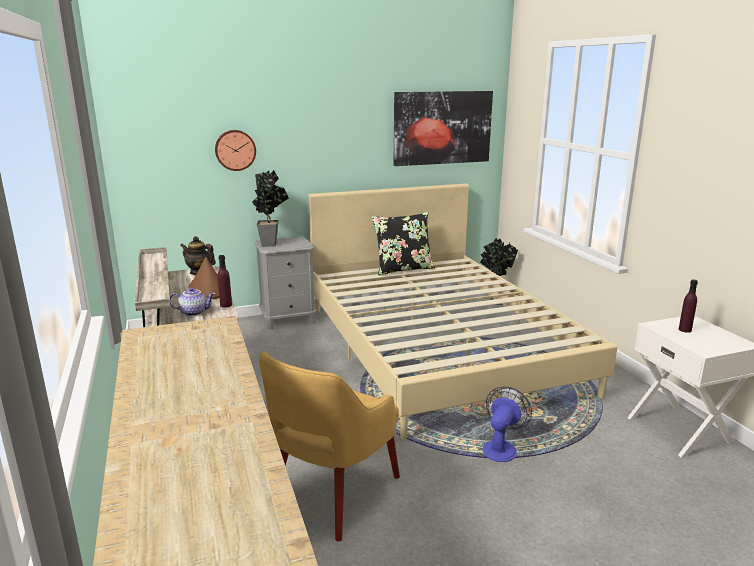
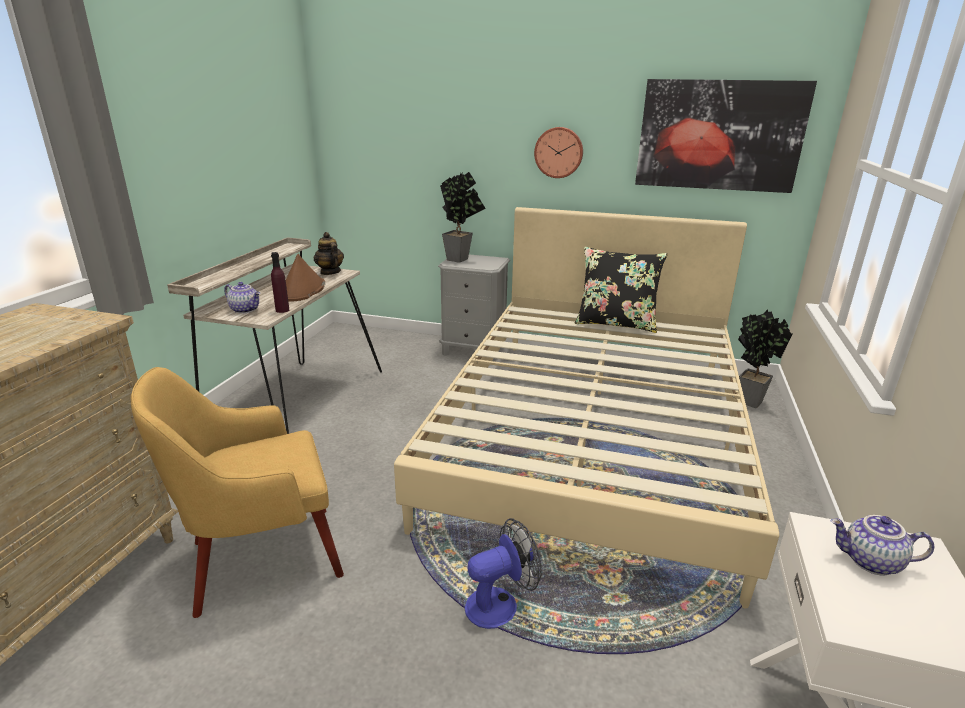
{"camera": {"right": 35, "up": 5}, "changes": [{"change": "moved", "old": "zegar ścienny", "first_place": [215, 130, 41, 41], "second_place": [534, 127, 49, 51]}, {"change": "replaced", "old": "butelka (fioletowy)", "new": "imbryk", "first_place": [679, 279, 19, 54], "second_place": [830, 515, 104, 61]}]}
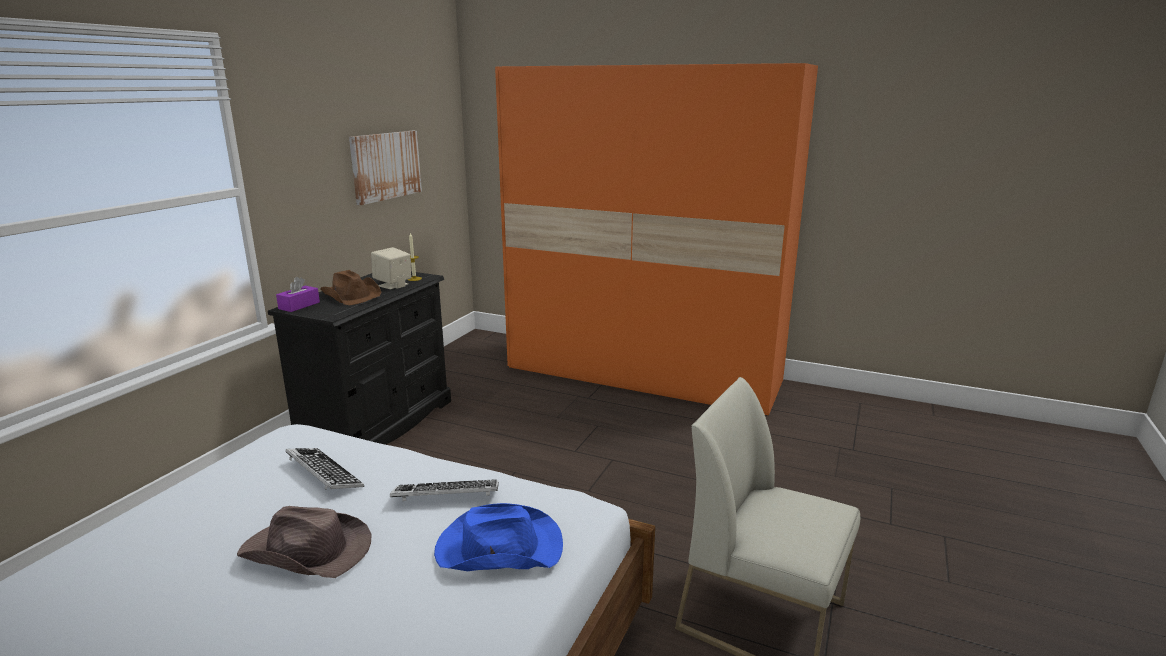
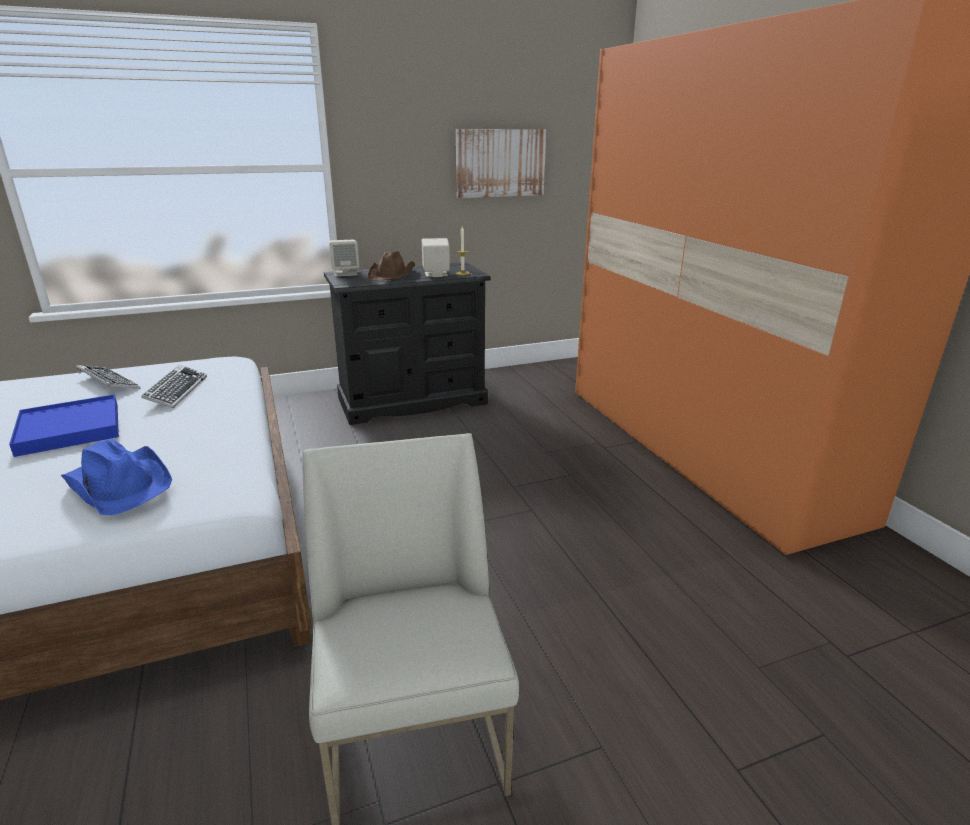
{"camera": {"right": 45, "up": 5}, "changes": [{"change": "replaced", "old": "pudełko chusteczek (fioletowy)", "new": "głośnik (beżowy)", "first_place": [276, 277, 44, 35], "second_place": [329, 240, 31, 36]}, {"change": "moved", "old": "klawiatura", "first_place": [390, 479, 109, 22], "second_place": [76, 365, 65, 24]}, {"change": "replaced", "old": "kapelusz (brązowy)", "new": "taca (niebieski)", "first_place": [237, 506, 135, 72], "second_place": [9, 394, 110, 63]}]}
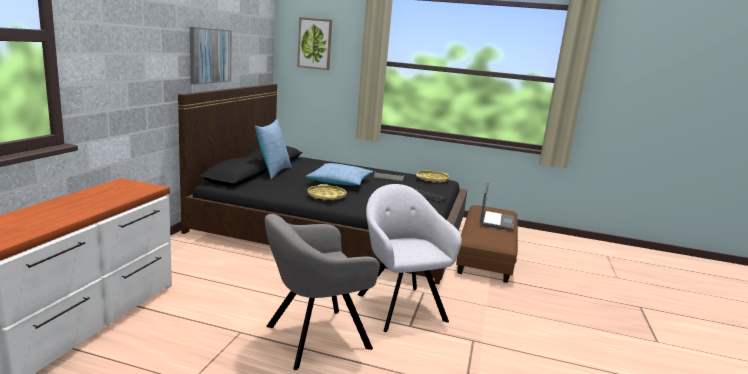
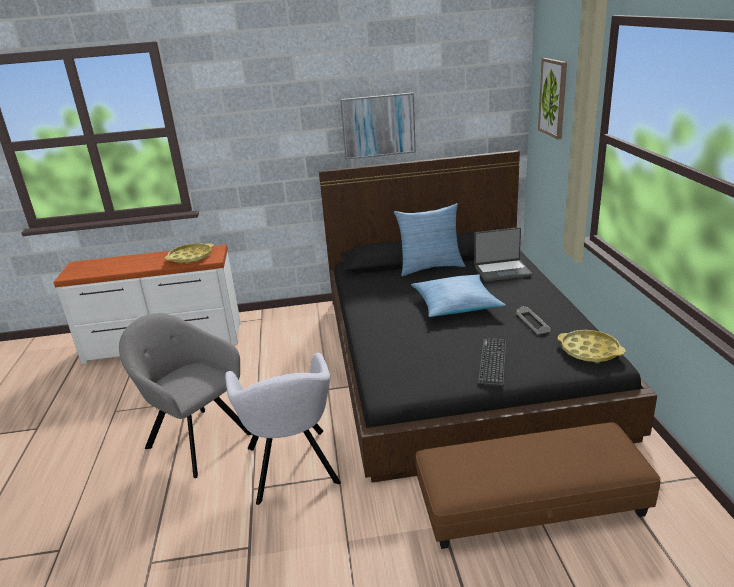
{"camera": {"right": 70, "up": 10}, "changes": [{"change": "moved", "old": "laptop", "first_place": [480, 183, 34, 48], "second_place": [474, 227, 58, 55]}, {"change": "moved", "old": "taca (żółty)", "first_place": [308, 184, 39, 16], "second_place": [165, 243, 49, 20]}, {"change": "turned", "old": "fotel (szary)", "first_place": [357, 184, 105, 148], "second_place": [225, 353, 116, 152], "degrees": 120}]}
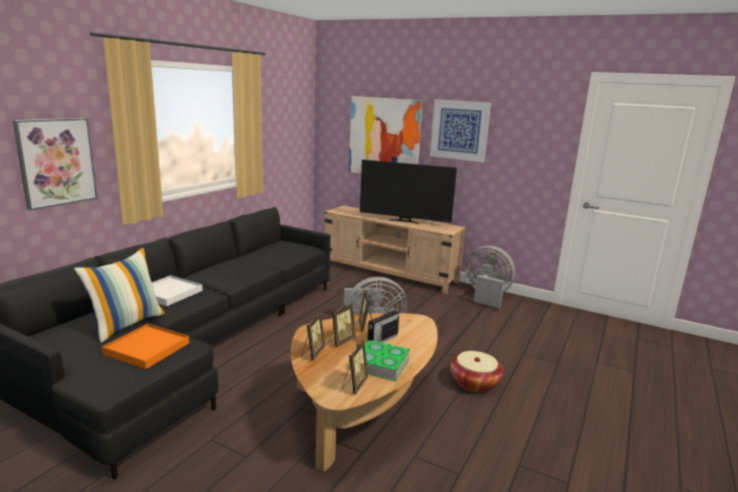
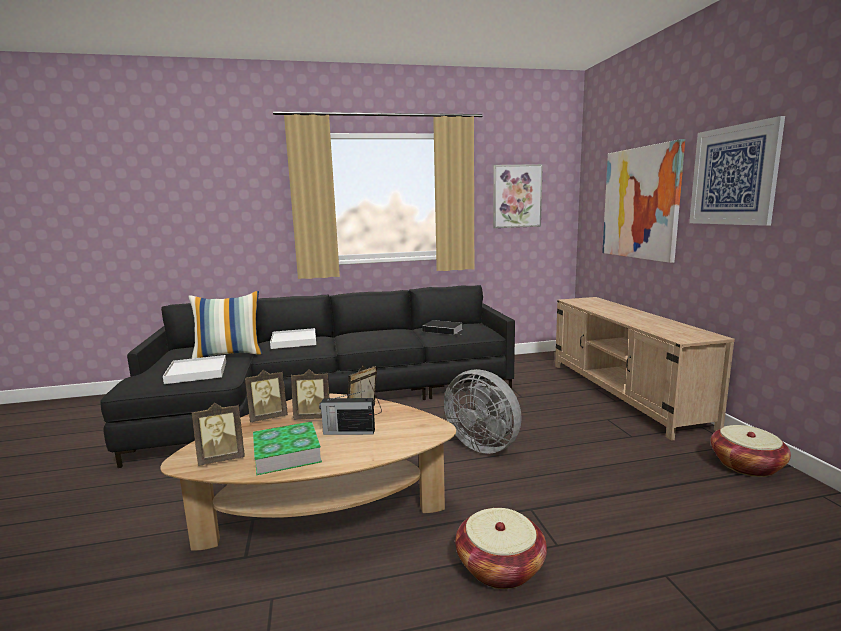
{"camera": {"right": 50, "up": -5}, "changes": [{"change": "moved", "old": "obraz", "first_place": [13, 118, 85, 92], "second_place": [493, 164, 50, 64]}, {"change": "removed", "old": "telewizor", "first_place": [360, 160, 97, 64]}, {"change": "replaced", "old": "wentylator (szary)", "new": "koszyk", "first_place": [465, 245, 50, 63], "second_place": [711, 425, 80, 52]}, {"change": "recoloured", "old": "taca (pomarańczowy)", "new": "taca (biały)", "first_place": [102, 324, 87, 45], "second_place": [163, 355, 63, 29]}, {"change": "added", "new": "książka", "second_place": [422, 320, 40, 15]}]}
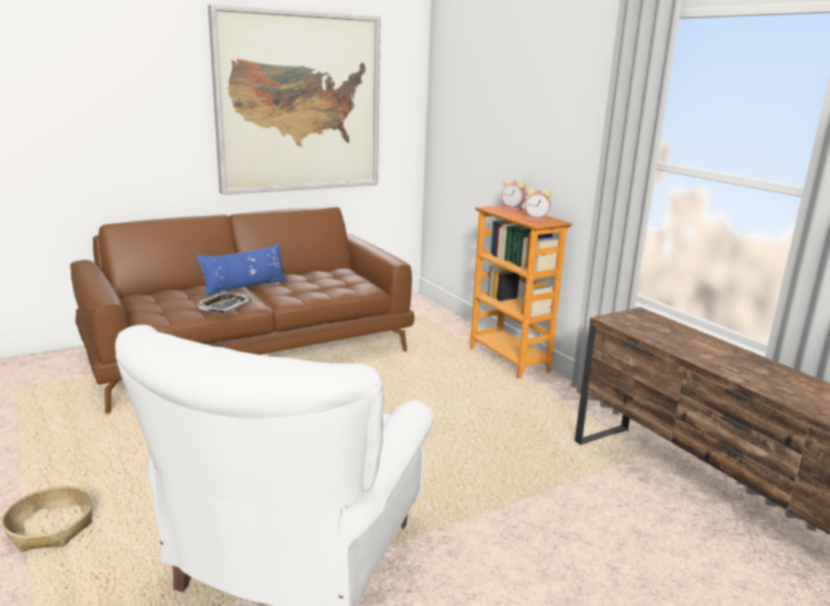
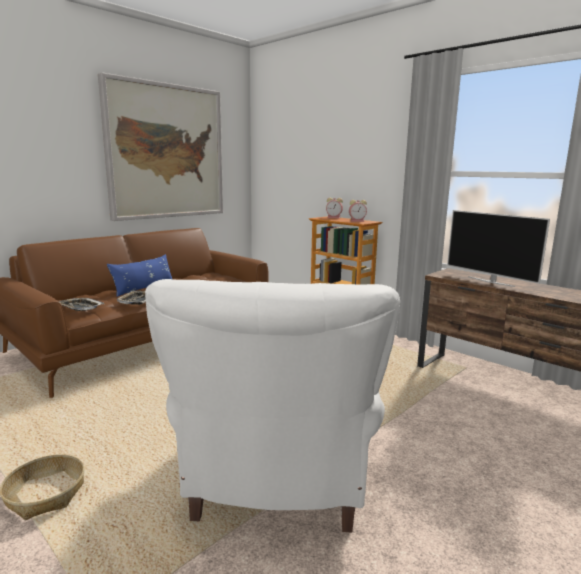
{"camera": {"right": -15, "up": -5}, "changes": [{"change": "added", "new": "telewizor", "second_place": [447, 210, 103, 77]}, {"change": "added", "new": "taca", "second_place": [59, 298, 45, 13]}]}
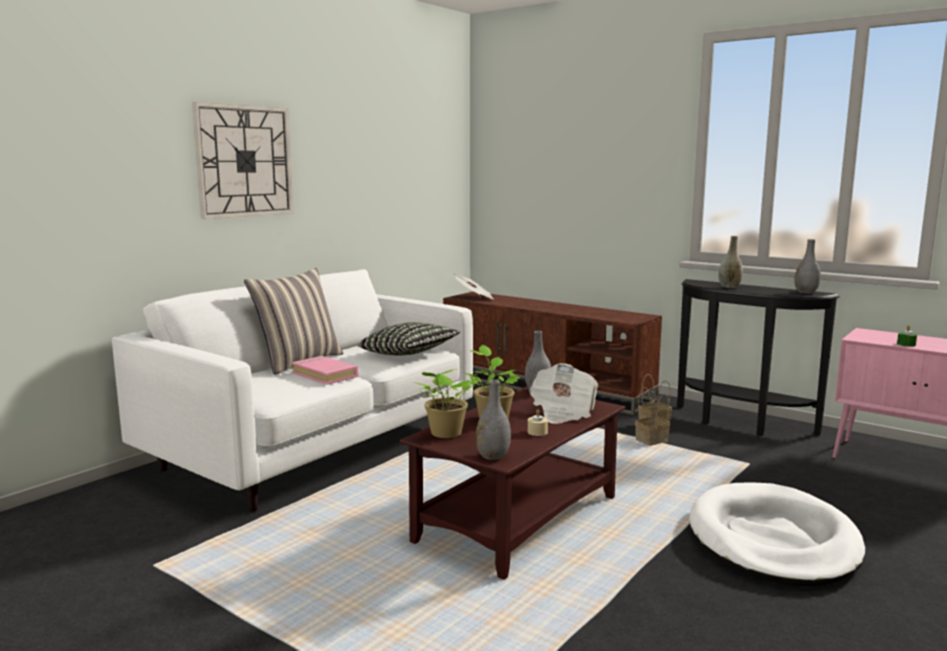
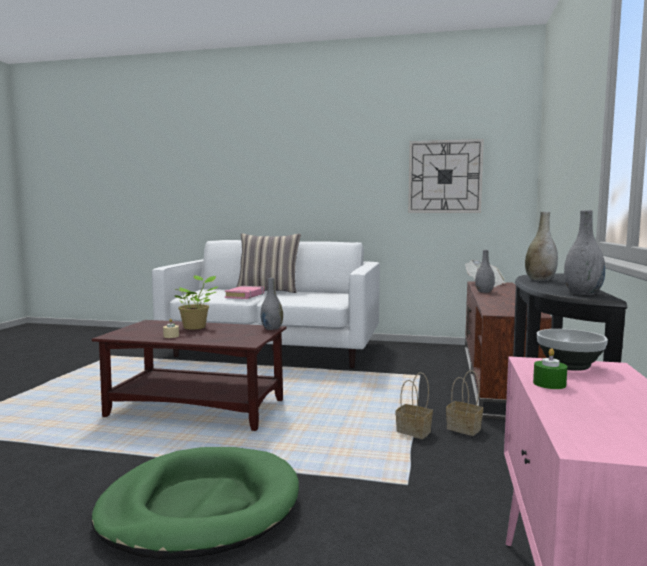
{"camera": {"right": 65, "up": -5}, "changes": [{"change": "moved", "old": "zegar ścienny", "first_place": [192, 102, 101, 117], "second_place": [408, 139, 76, 74]}, {"change": "removed", "old": "poduszka", "first_place": [358, 323, 102, 32]}, {"change": "removed", "old": "gazeta", "first_place": [529, 363, 69, 61]}, {"change": "removed", "old": "roślina doniczkowa", "first_place": [414, 369, 64, 69]}, {"change": "moved", "old": "wazon (szary)", "first_place": [476, 380, 35, 80], "second_place": [475, 250, 20, 43]}, {"change": "recoloured", "old": "legowisko (biały)", "new": "legowisko (zielony)", "first_place": [689, 483, 176, 103], "second_place": [91, 447, 208, 112]}, {"change": "added", "new": "miska", "second_place": [537, 329, 71, 42]}]}
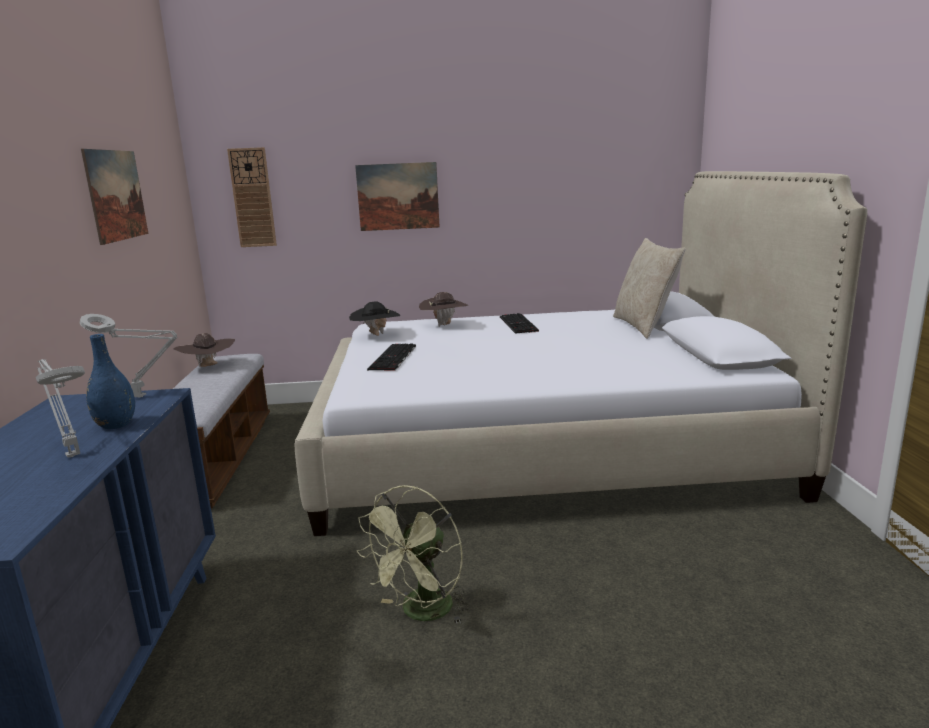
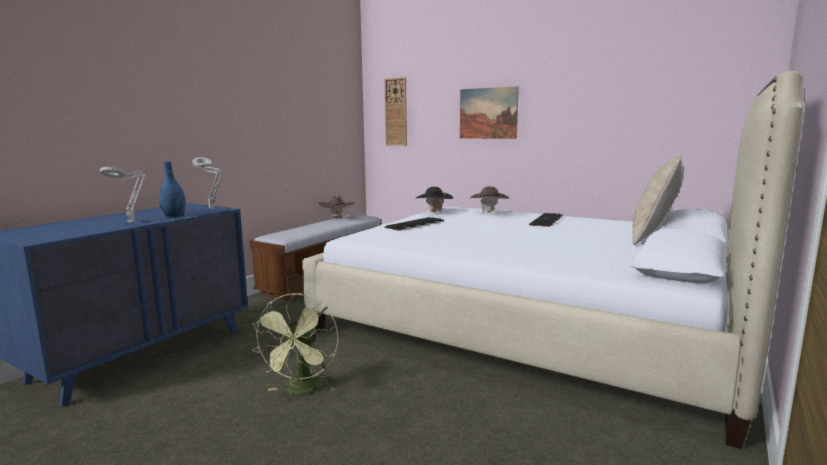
{"camera": {"right": 35, "up": -5}, "changes": [{"change": "removed", "old": "obraz", "first_place": [81, 149, 67, 96]}, {"change": "turned", "old": "wentylator (zielony)", "first_place": [357, 485, 113, 139], "second_place": [252, 293, 86, 102], "degrees": -60}]}
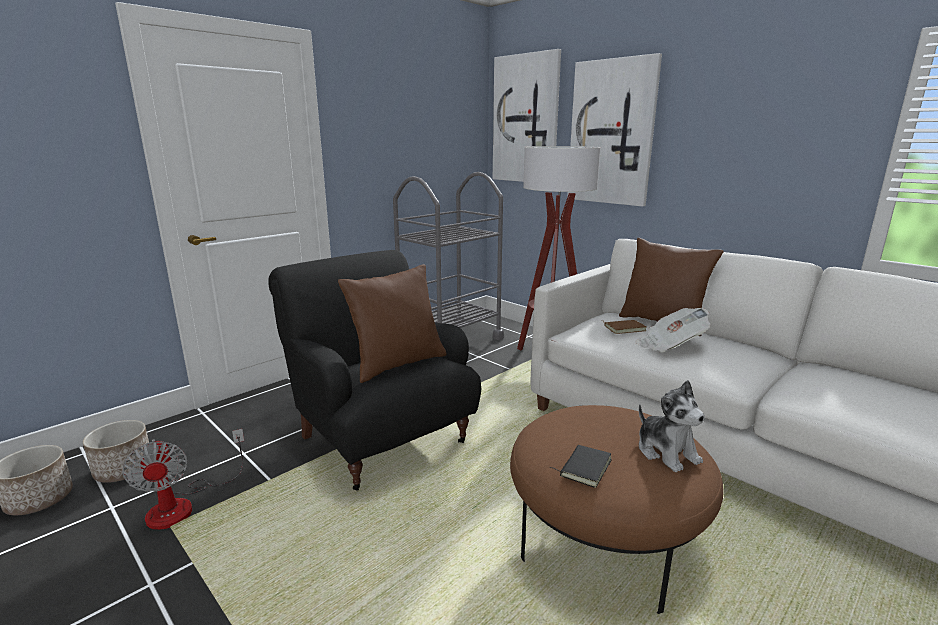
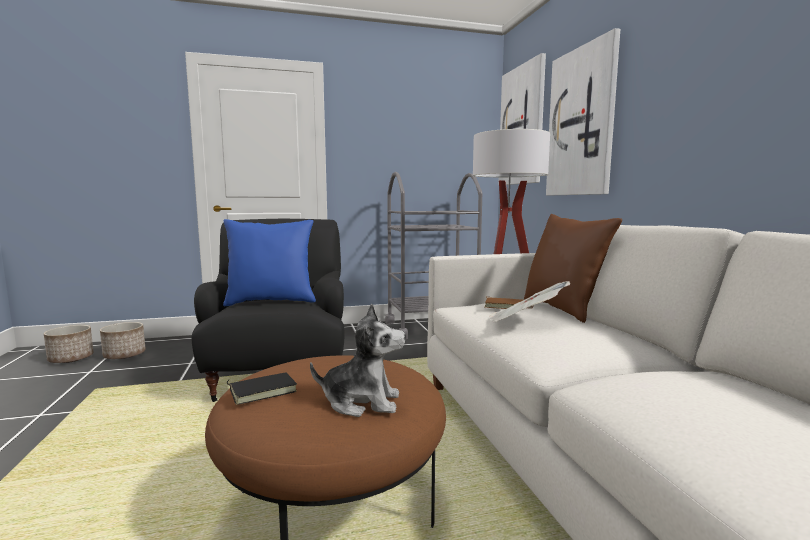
{"camera": {"right": 30, "up": -10}, "changes": [{"change": "recoloured", "old": "poduszka (brązowy)", "new": "poduszka (niebieski)", "first_place": [338, 264, 108, 119], "second_place": [223, 219, 93, 87]}, {"change": "turned", "old": "pluszak", "first_place": [639, 380, 66, 92], "second_place": [310, 304, 96, 113], "degrees": -90}, {"change": "removed", "old": "wentylator", "first_place": [122, 429, 122, 101]}]}
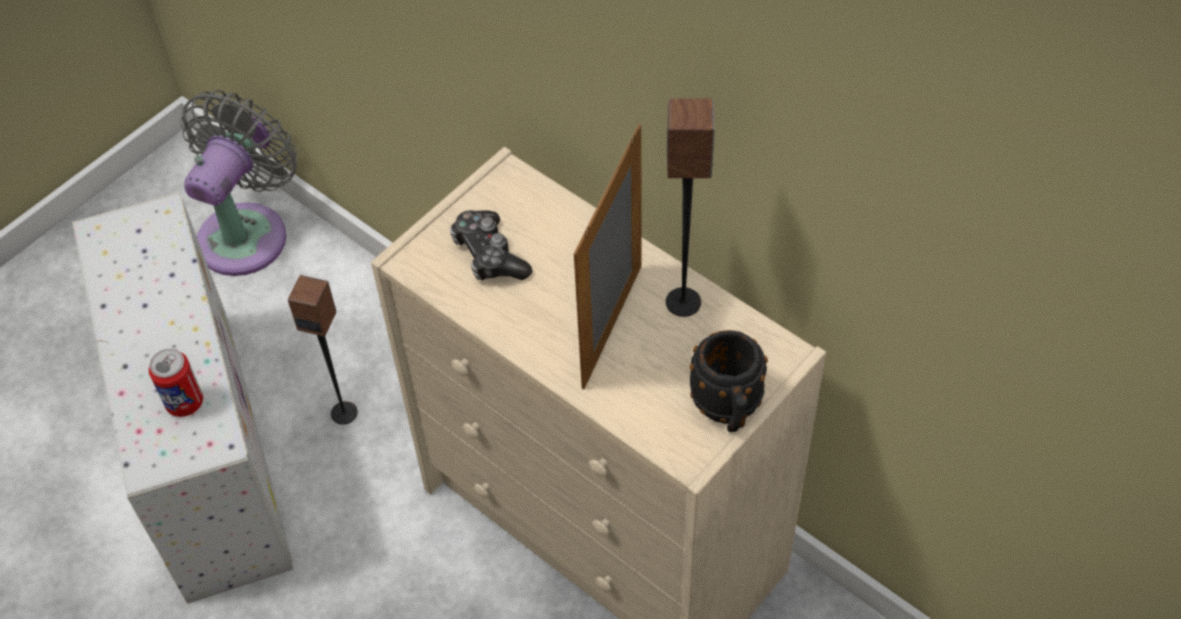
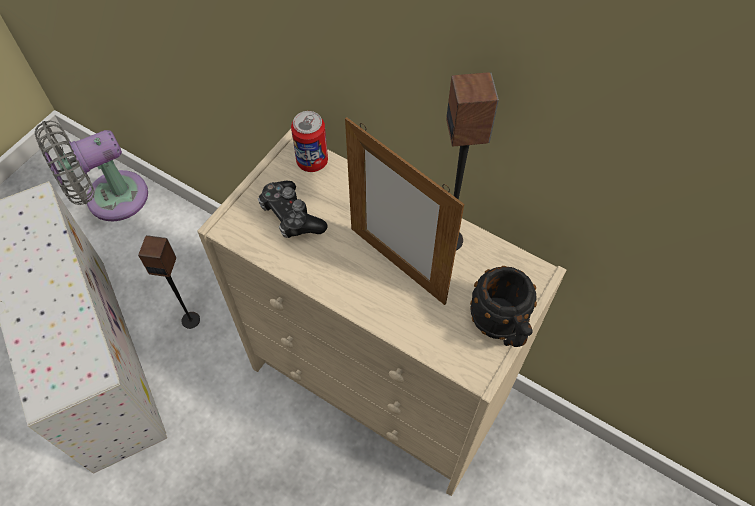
{"camera": {"right": -10, "up": 5}, "changes": [{"change": "turned", "old": "wentylator (szary)", "first_place": [180, 90, 118, 186], "second_place": [35, 121, 113, 100], "degrees": -135}, {"change": "turned", "old": "ramka na zdjęcie", "first_place": [574, 124, 67, 265], "second_place": [345, 117, 119, 188], "degrees": -60}, {"change": "moved", "old": "puszka", "first_place": [149, 349, 54, 68], "second_place": [291, 111, 37, 61]}]}
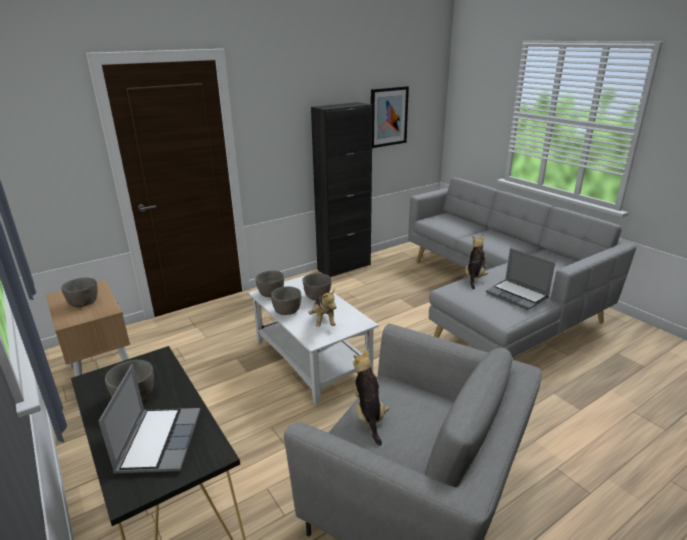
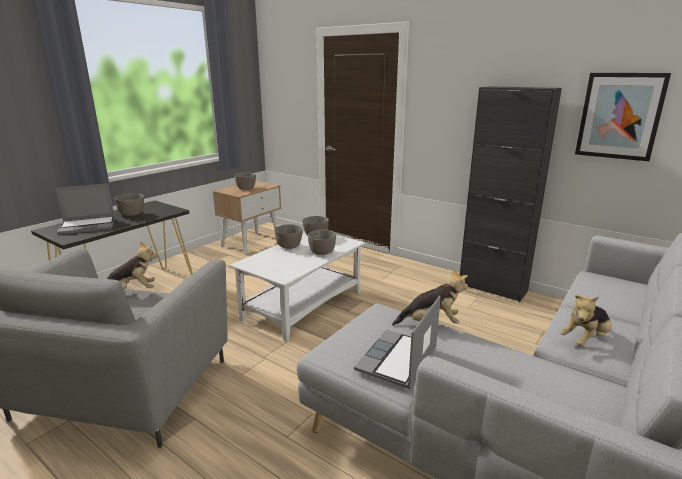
{"camera": {"right": 70, "up": -5}, "changes": [{"change": "moved", "old": "pluszak", "first_place": [308, 289, 28, 38], "second_place": [559, 295, 53, 51]}]}
